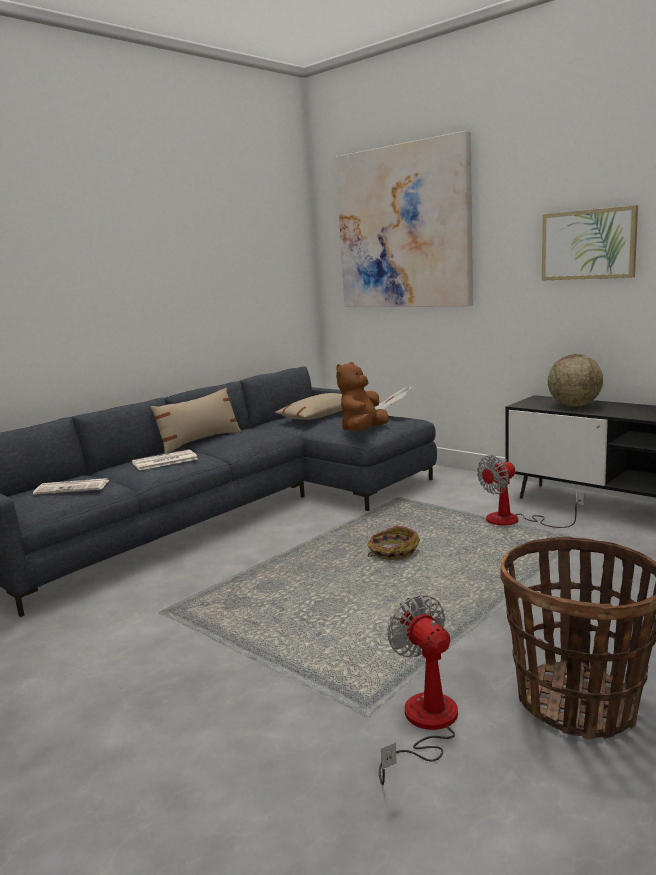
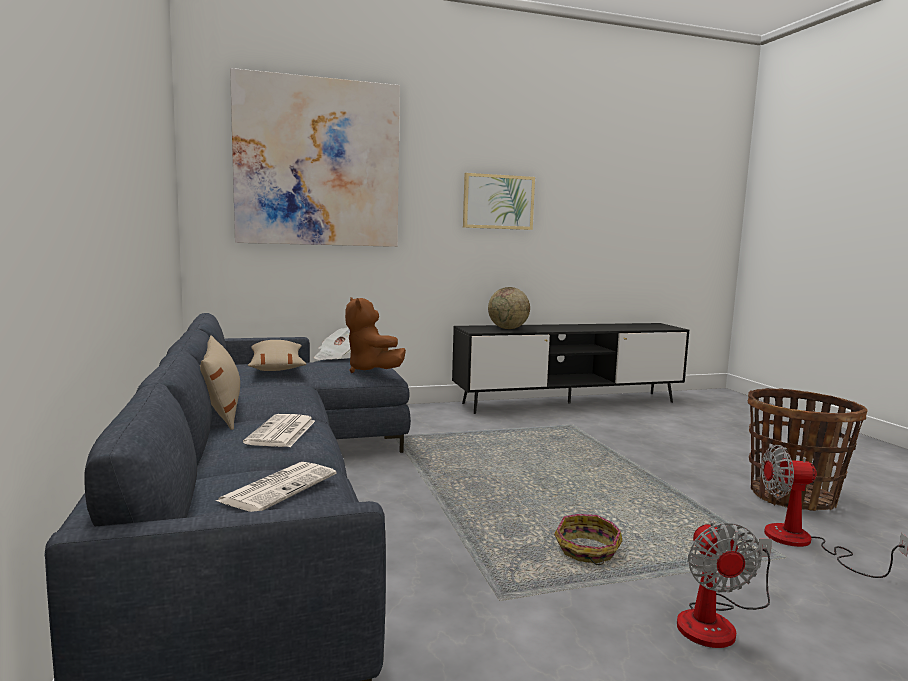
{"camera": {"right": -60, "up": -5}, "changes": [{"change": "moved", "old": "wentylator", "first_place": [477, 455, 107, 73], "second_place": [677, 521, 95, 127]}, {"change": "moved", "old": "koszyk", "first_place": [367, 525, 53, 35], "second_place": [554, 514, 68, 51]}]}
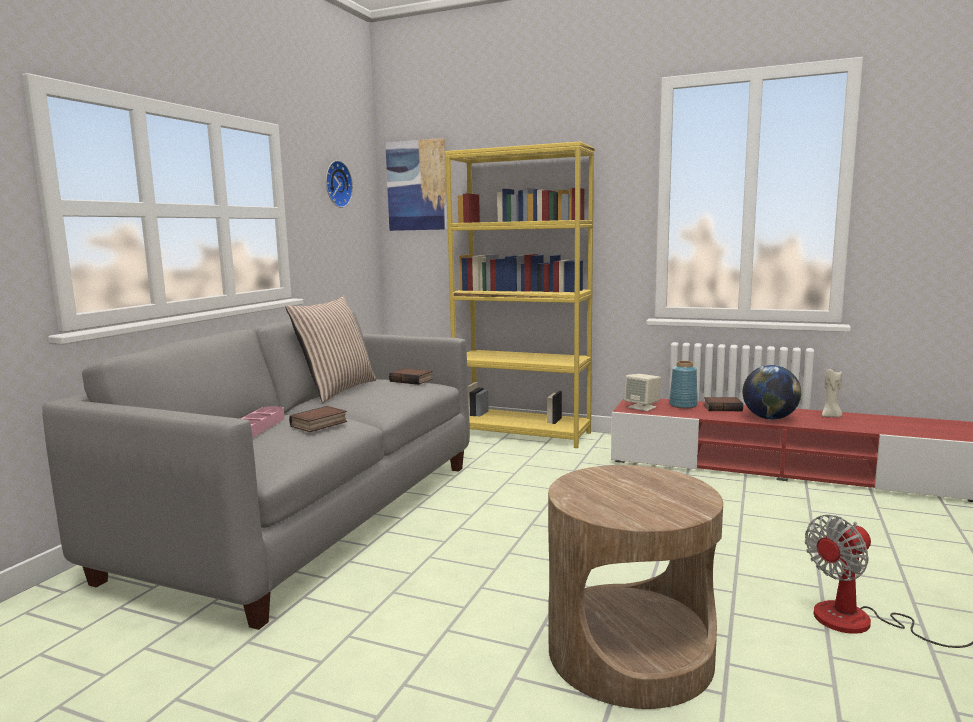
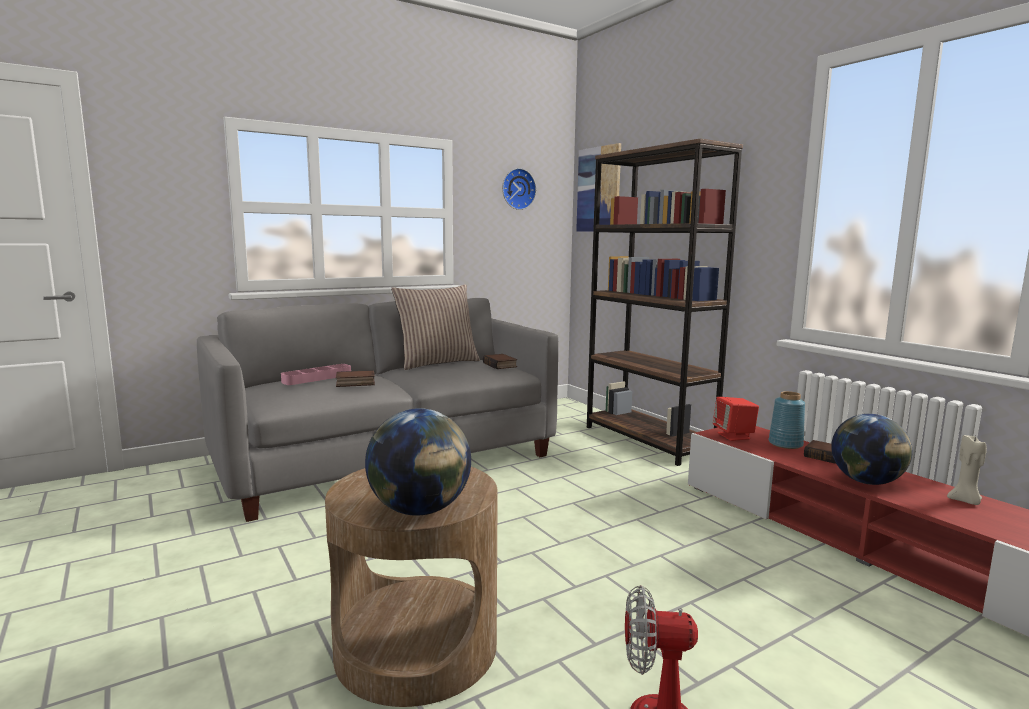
{"camera": {"right": 35, "up": 0}, "changes": [{"change": "recoloured", "old": "regał (żółty)", "new": "regał (brązowy)", "first_place": [445, 141, 150, 307], "second_place": [587, 139, 156, 327]}, {"change": "recoloured", "old": "głośnik (beżowy)", "new": "głośnik (czerwony)", "first_place": [624, 374, 37, 37], "second_place": [713, 397, 46, 44]}, {"change": "added", "new": "globus", "second_place": [365, 408, 106, 108]}]}
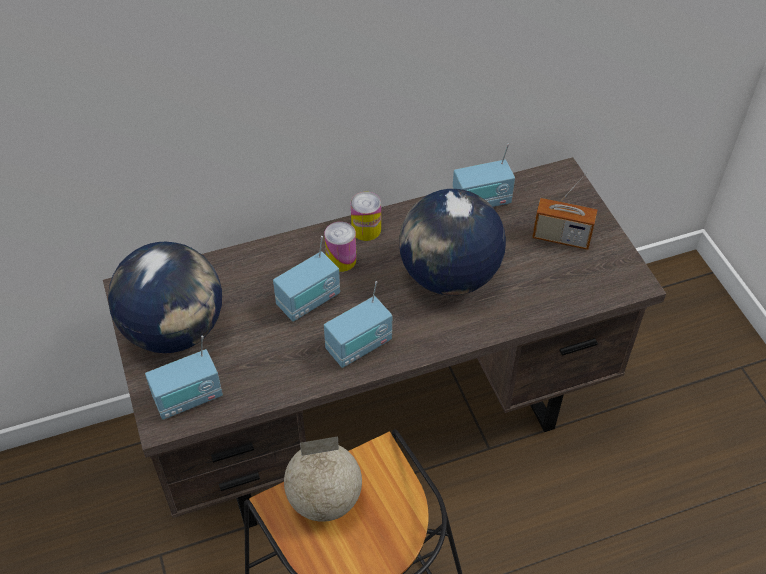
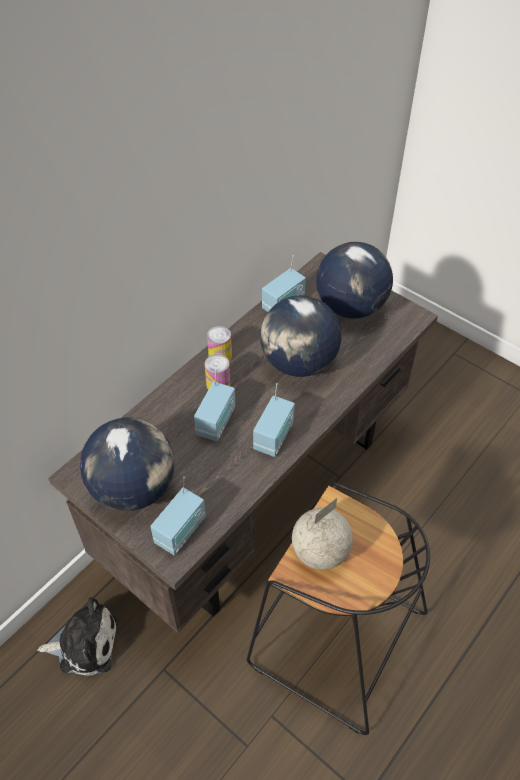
{"camera": {"right": -30, "up": 0}, "changes": [{"change": "replaced", "old": "radio", "new": "globus", "first_place": [532, 172, 65, 78], "second_place": [316, 242, 77, 77]}, {"change": "added", "new": "pluszak", "second_place": [37, 597, 81, 79]}]}
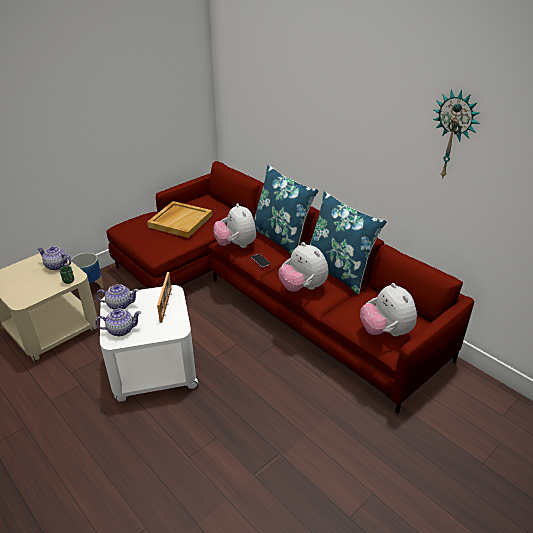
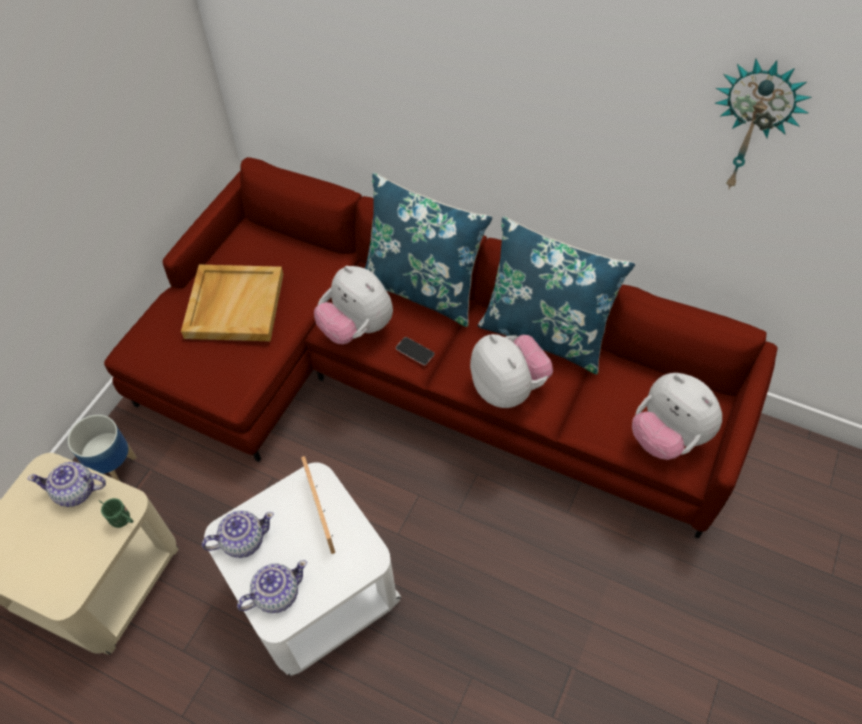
{"camera": {"right": -20, "up": 20}, "changes": [{"change": "turned", "old": "pluszak", "first_place": [279, 242, 49, 50], "second_place": [470, 334, 83, 74], "degrees": -150}]}
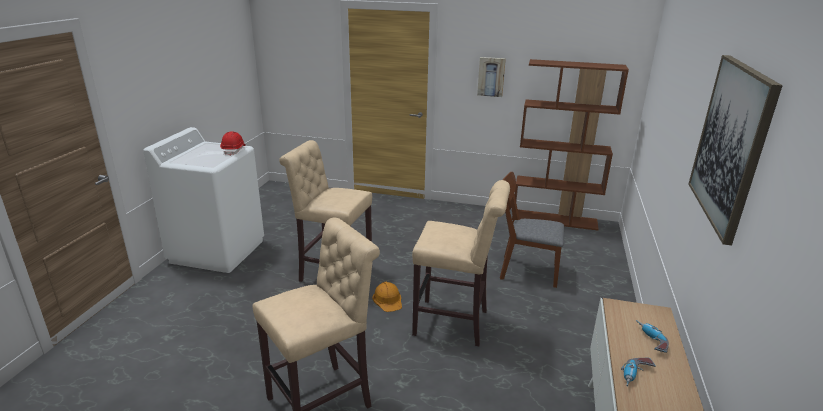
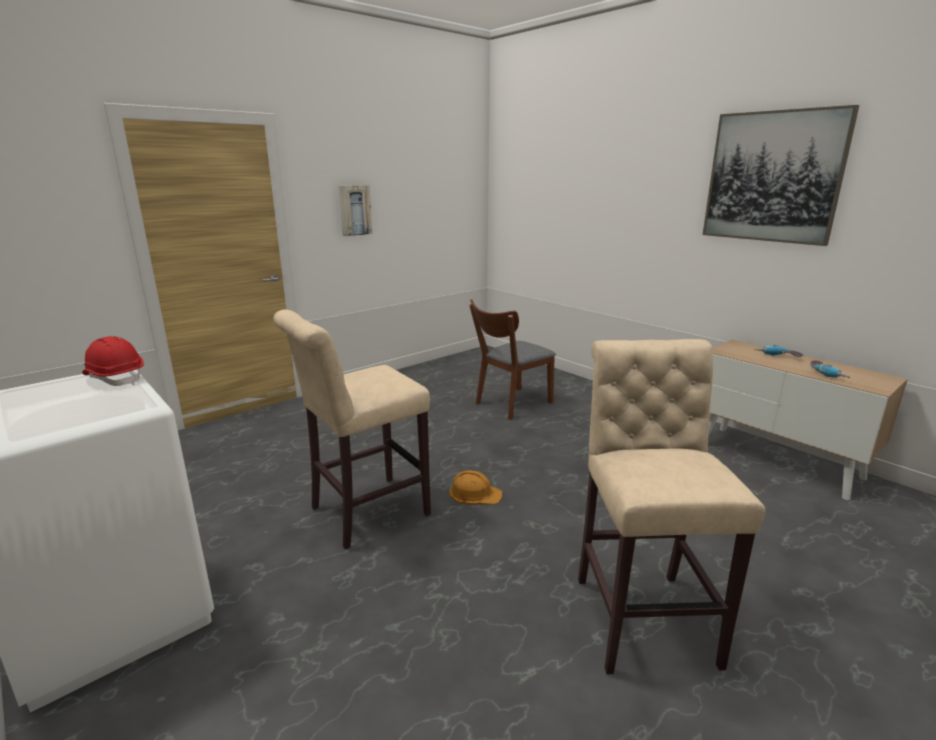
{"camera": {"right": -55, "up": -5}, "changes": [{"change": "removed", "old": "regał (brązowy)", "first_place": [512, 59, 117, 172]}, {"change": "removed", "old": "stołek (beżowy)", "first_place": [412, 180, 98, 166]}]}
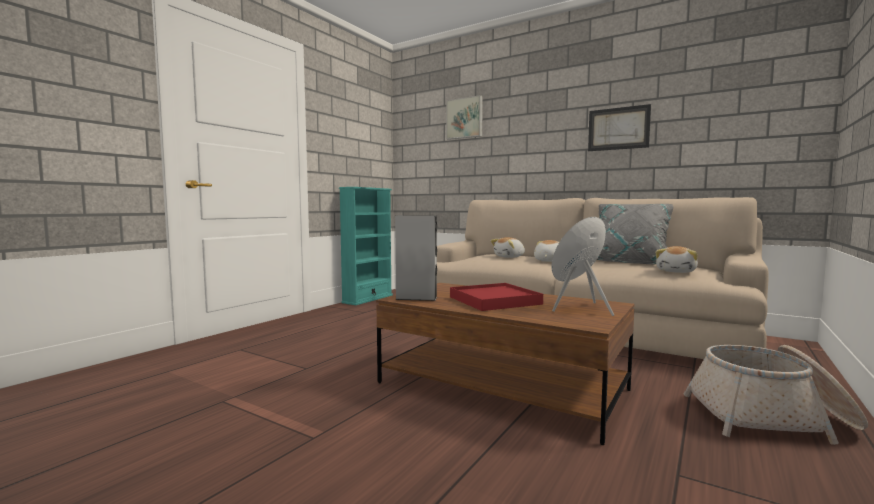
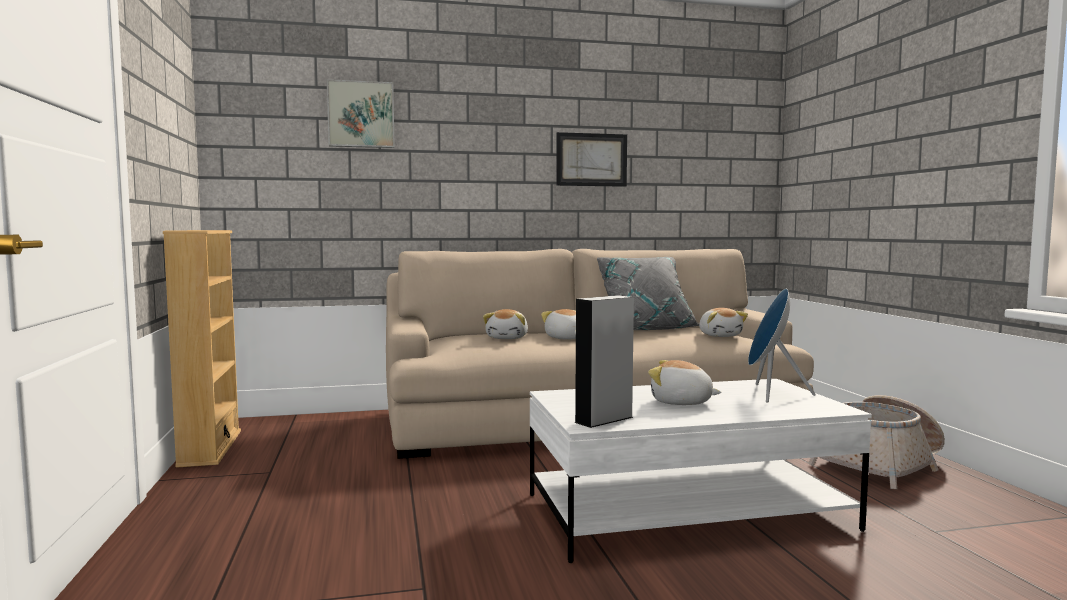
{"camera": {"right": -45, "up": 0}, "changes": [{"change": "recoloured", "old": "regał (turkusowy)", "new": "regał (beżowy)", "first_place": [339, 187, 54, 118], "second_place": [163, 230, 78, 238]}, {"change": "recoloured", "old": "ława (brązowy)", "new": "ława (biały)", "first_place": [376, 283, 259, 162], "second_place": [530, 379, 342, 184]}, {"change": "replaced", "old": "taca (czerwony)", "new": "pluszak", "first_place": [450, 283, 93, 28], "second_place": [648, 360, 74, 45]}]}
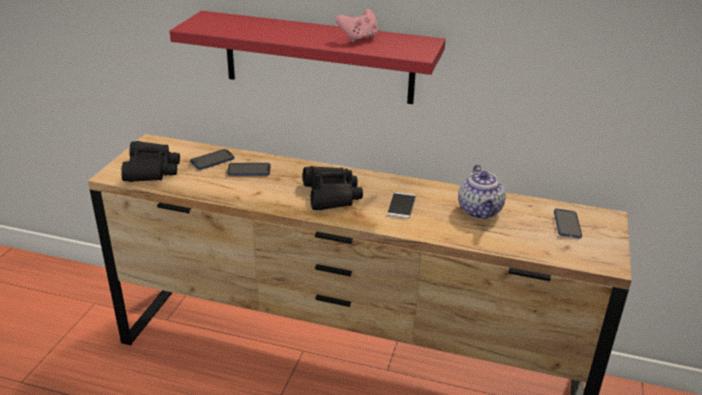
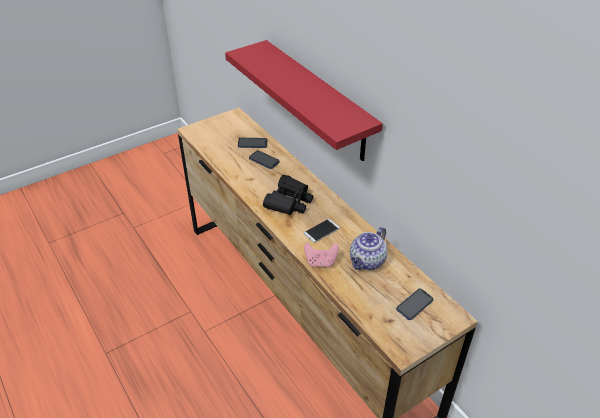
{"camera": {"right": 40, "up": 10}, "changes": [{"change": "moved", "old": "pad do gier (różowy)", "first_place": [336, 9, 42, 34], "second_place": [304, 243, 34, 24]}, {"change": "removed", "old": "lornetka (czarny)", "first_place": [121, 141, 59, 41]}]}
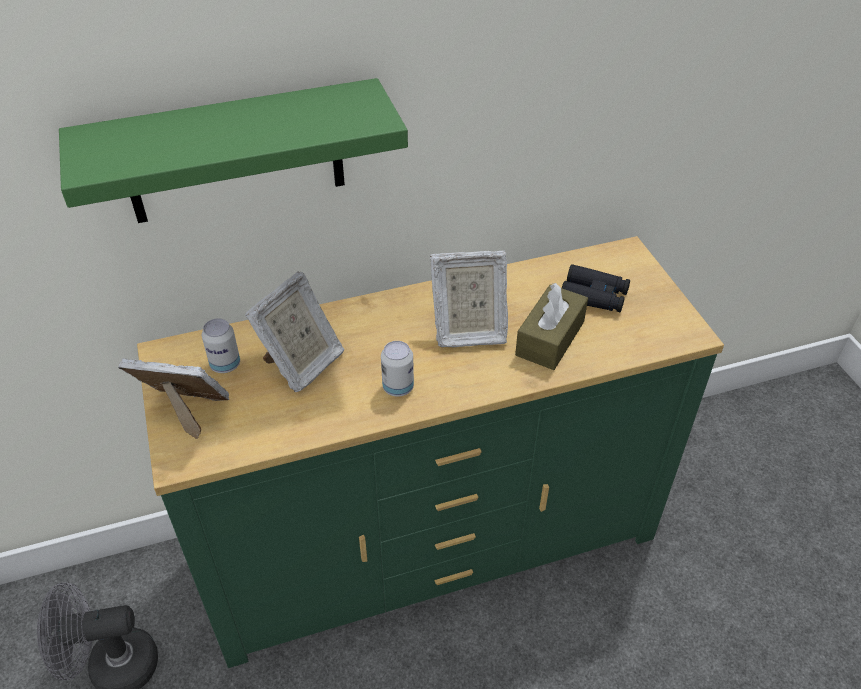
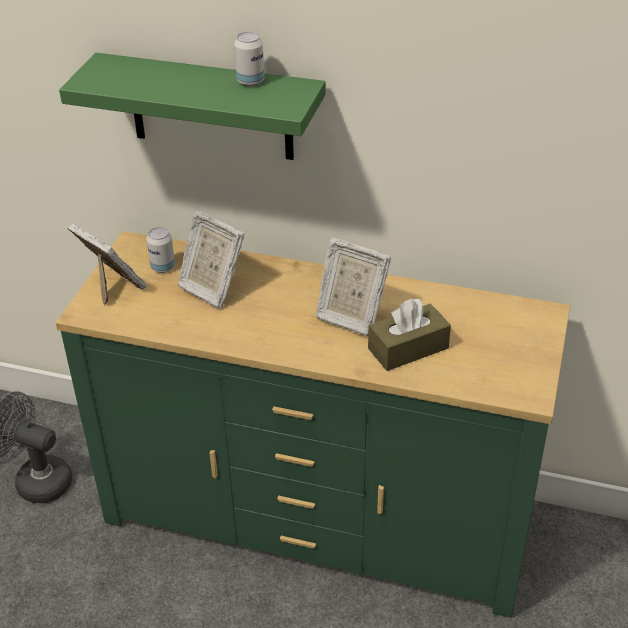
{"camera": {"right": 35, "up": -5}, "changes": [{"change": "removed", "old": "lornetka (czarny)", "first_place": [562, 264, 68, 48]}, {"change": "turned", "old": "ramka na zdjęcie", "first_place": [245, 272, 99, 120], "second_place": [178, 210, 67, 99], "degrees": 60}, {"change": "moved", "old": "puszka", "first_place": [381, 341, 33, 56], "second_place": [234, 32, 30, 54]}]}
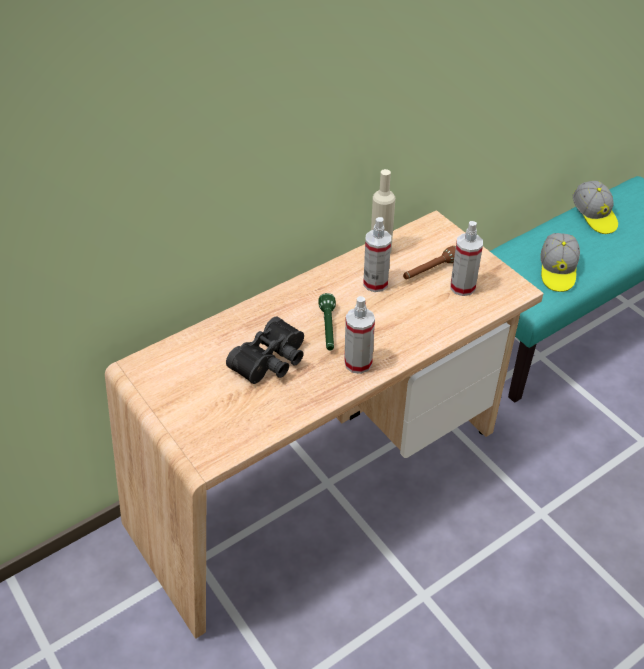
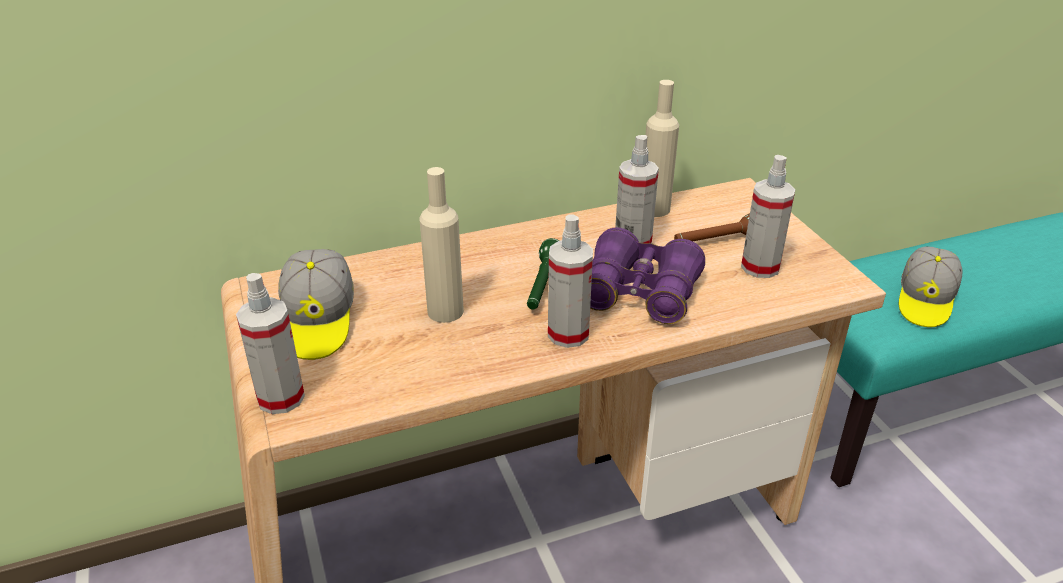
{"camera": {"right": 15, "up": -10}, "changes": [{"change": "moved", "old": "czapka z daszkiem", "first_place": [573, 181, 45, 53], "second_place": [278, 249, 76, 111]}, {"change": "replaced", "old": "lornetka (czarny)", "new": "butelka (beżowy)", "first_place": [226, 317, 78, 67], "second_place": [419, 167, 45, 156]}, {"change": "added", "new": "lornetka (fioletowy)", "second_place": [590, 227, 115, 97]}, {"change": "added", "new": "spryskiwacz", "second_place": [236, 273, 69, 141]}]}
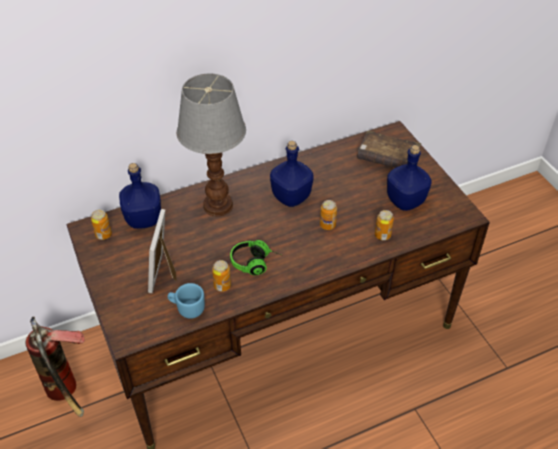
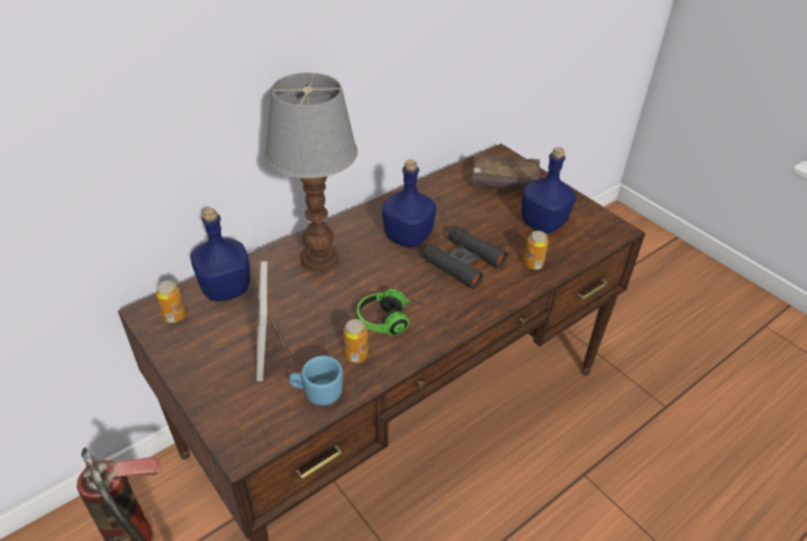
{"camera": {"right": -15, "up": -5}, "changes": [{"change": "replaced", "old": "puszka", "new": "lornetka (czarny)", "first_place": [320, 200, 17, 30], "second_place": [422, 226, 85, 63]}]}
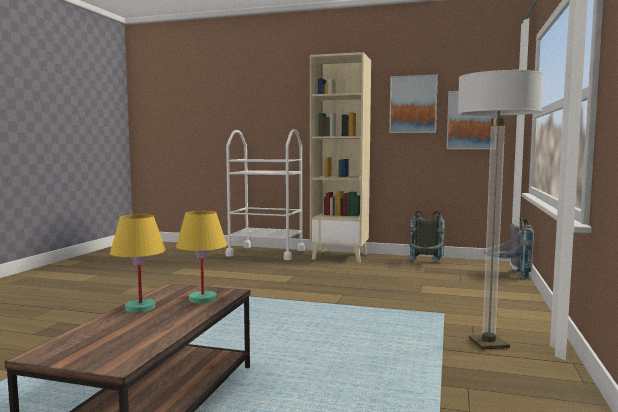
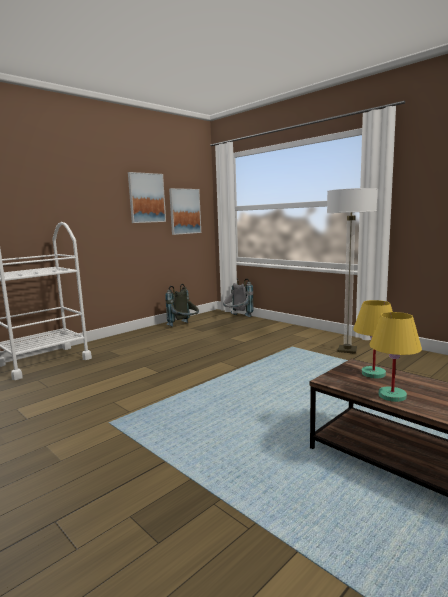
{"camera": {"right": -60, "up": 5}, "changes": [{"change": "removed", "old": "regał (beżowy)", "first_place": [310, 52, 61, 210]}]}
